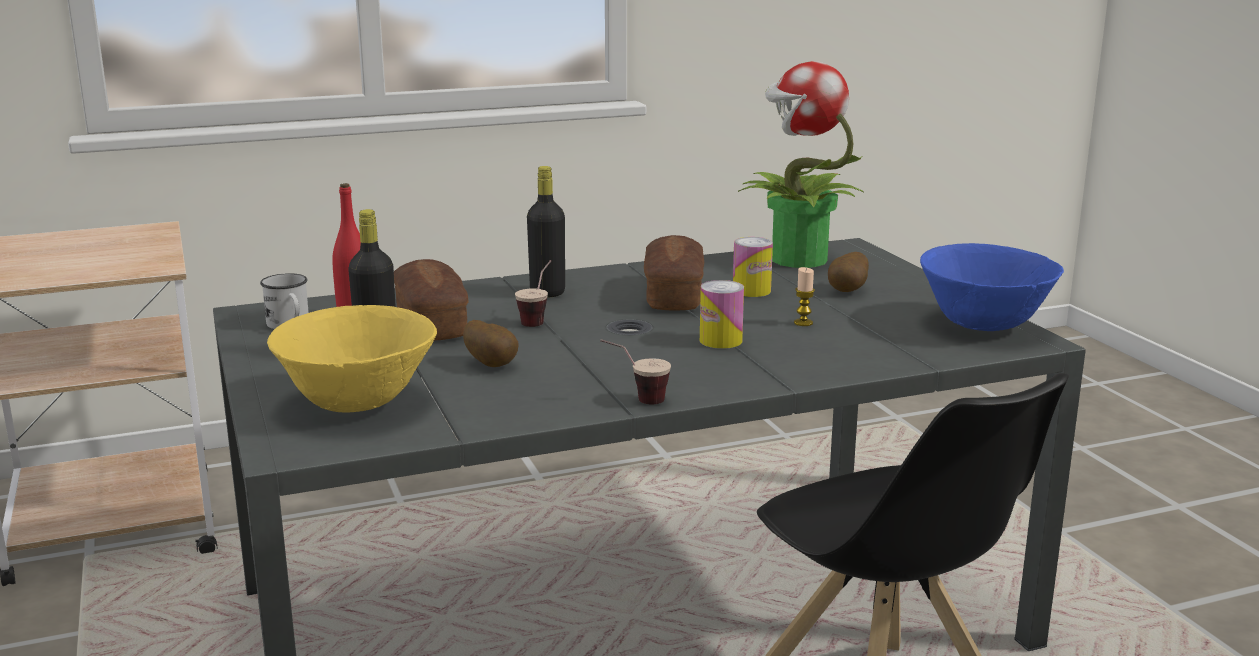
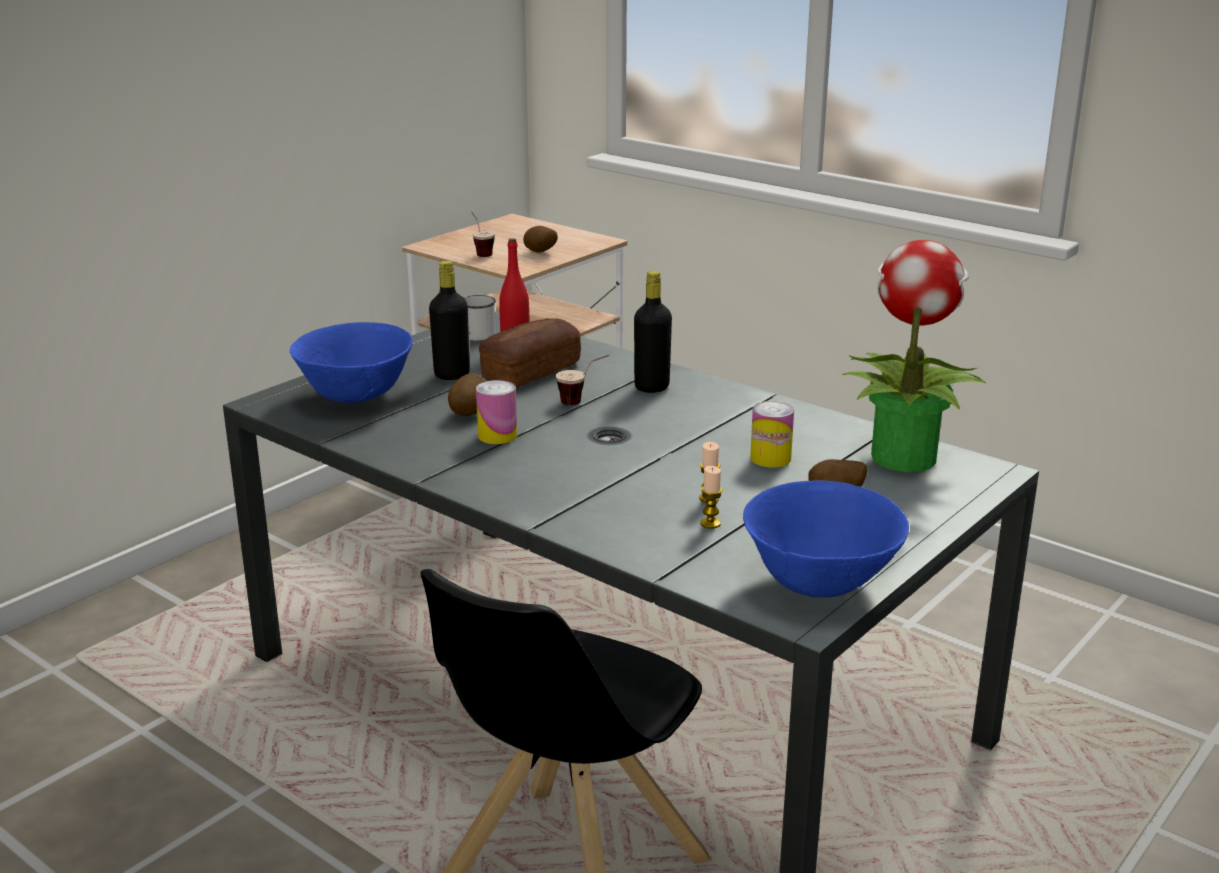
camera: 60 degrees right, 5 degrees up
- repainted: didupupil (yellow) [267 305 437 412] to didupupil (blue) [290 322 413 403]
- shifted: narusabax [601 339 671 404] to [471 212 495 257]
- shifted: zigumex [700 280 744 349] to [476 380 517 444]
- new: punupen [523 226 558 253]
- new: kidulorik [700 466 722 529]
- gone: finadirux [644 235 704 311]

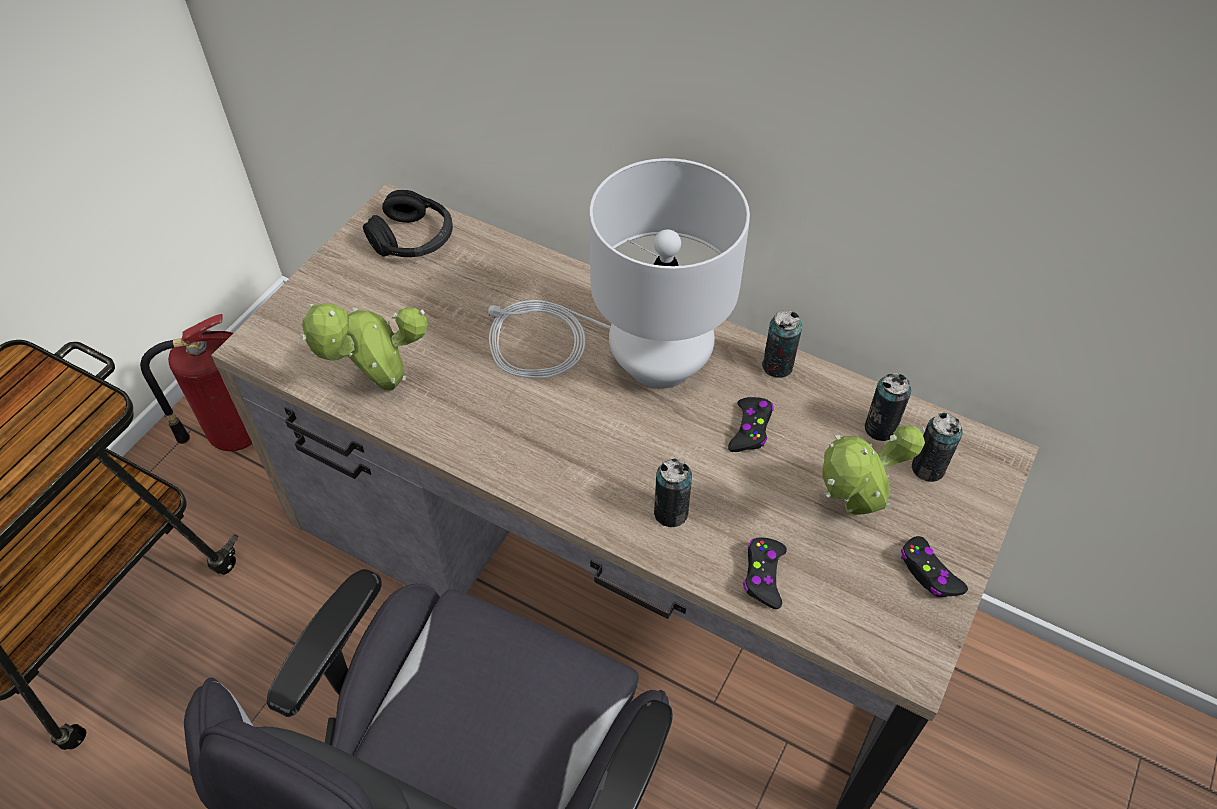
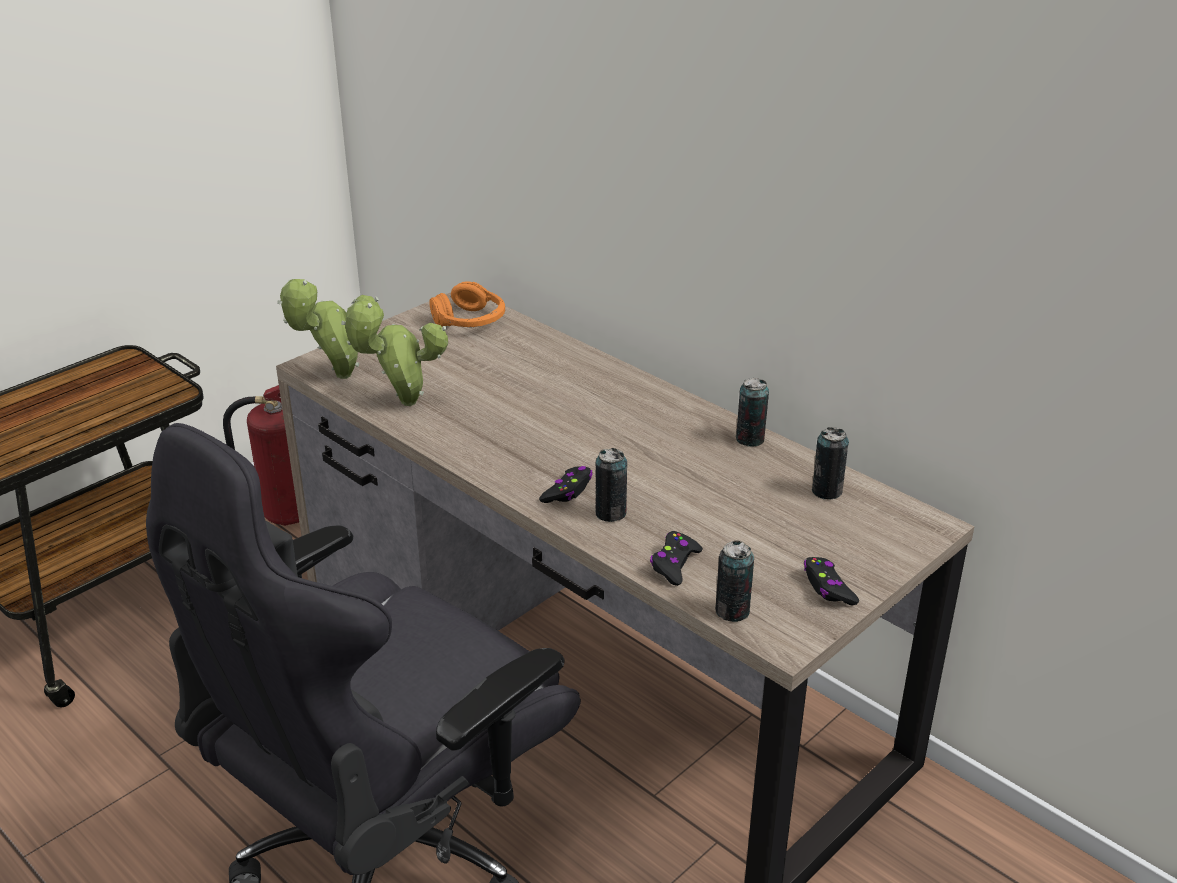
camera: 15 degrees right, 20 degrees down
- shifted: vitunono [822 426 925 515] to [277 279 380 379]
- repainted: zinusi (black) [363 190 453 257] to zinusi (orange) [429 281 505 327]
- shifted: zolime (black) [728 397 774 452] to [539 466 593 503]
- shifted: zigumex [912 413 963 482] to [715 540 754 622]
- gone: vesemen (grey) [488 158 750 389]

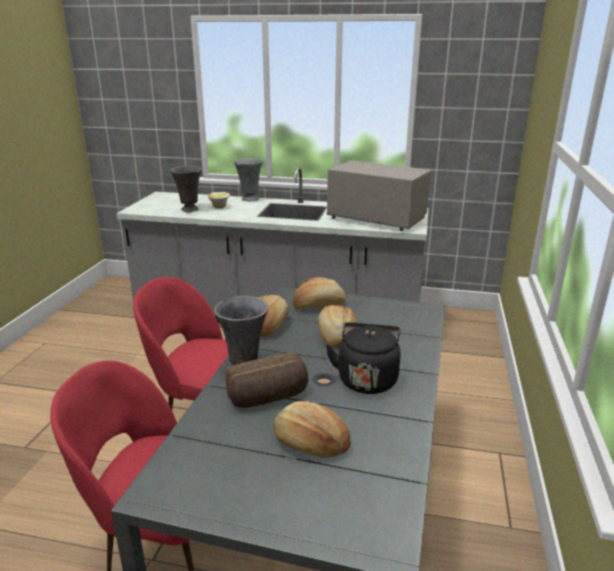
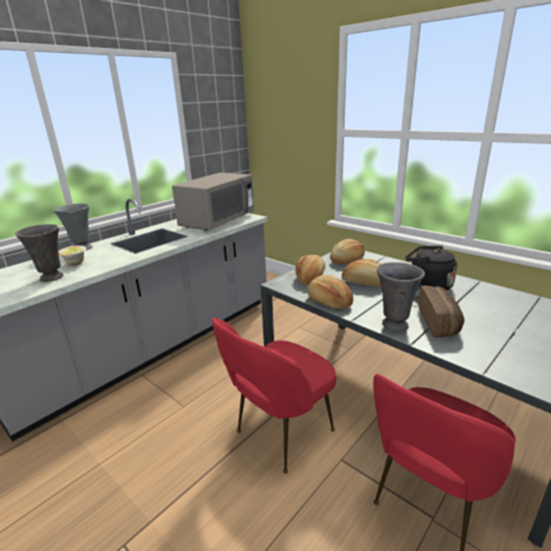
camera: 60 degrees left, 0 degrees up
- rotated: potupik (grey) [326 160 431 231] = [172 172 254 231] 150 degrees clockwise
- shifted: finadirux [273 401 351 458] to [330 239 365 265]

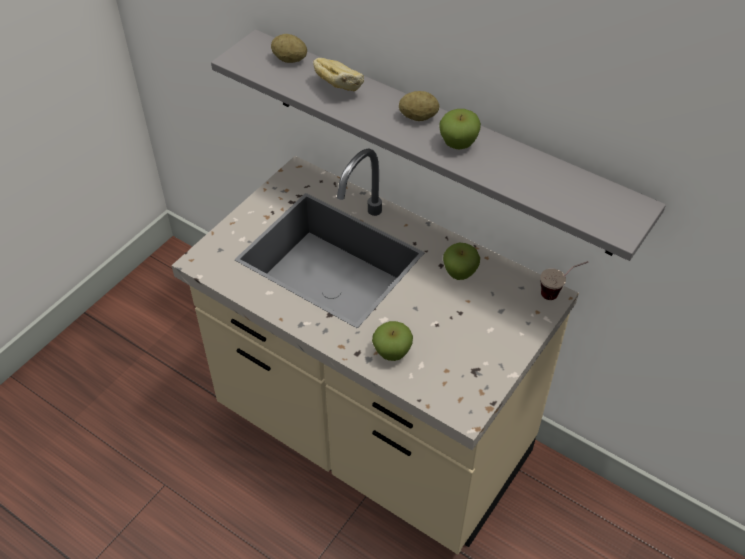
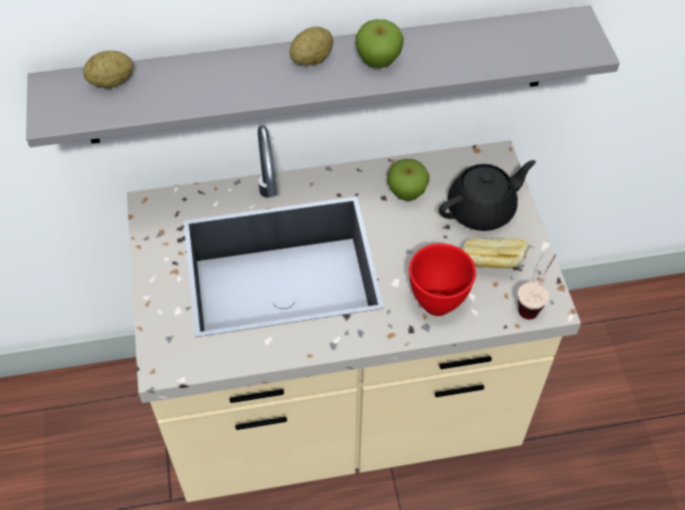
camera: 45 degrees left, 5 degrees up
- swapped: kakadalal [372 321 413 361] to didupupil (red) [409 243 476 316]
- new: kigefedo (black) [439 160 536 231]
- shifted: finadirux [313 58 364 92] to [462 238 529 269]
- shifted: narusabax [540 261 588 300] to [518 255 556 320]

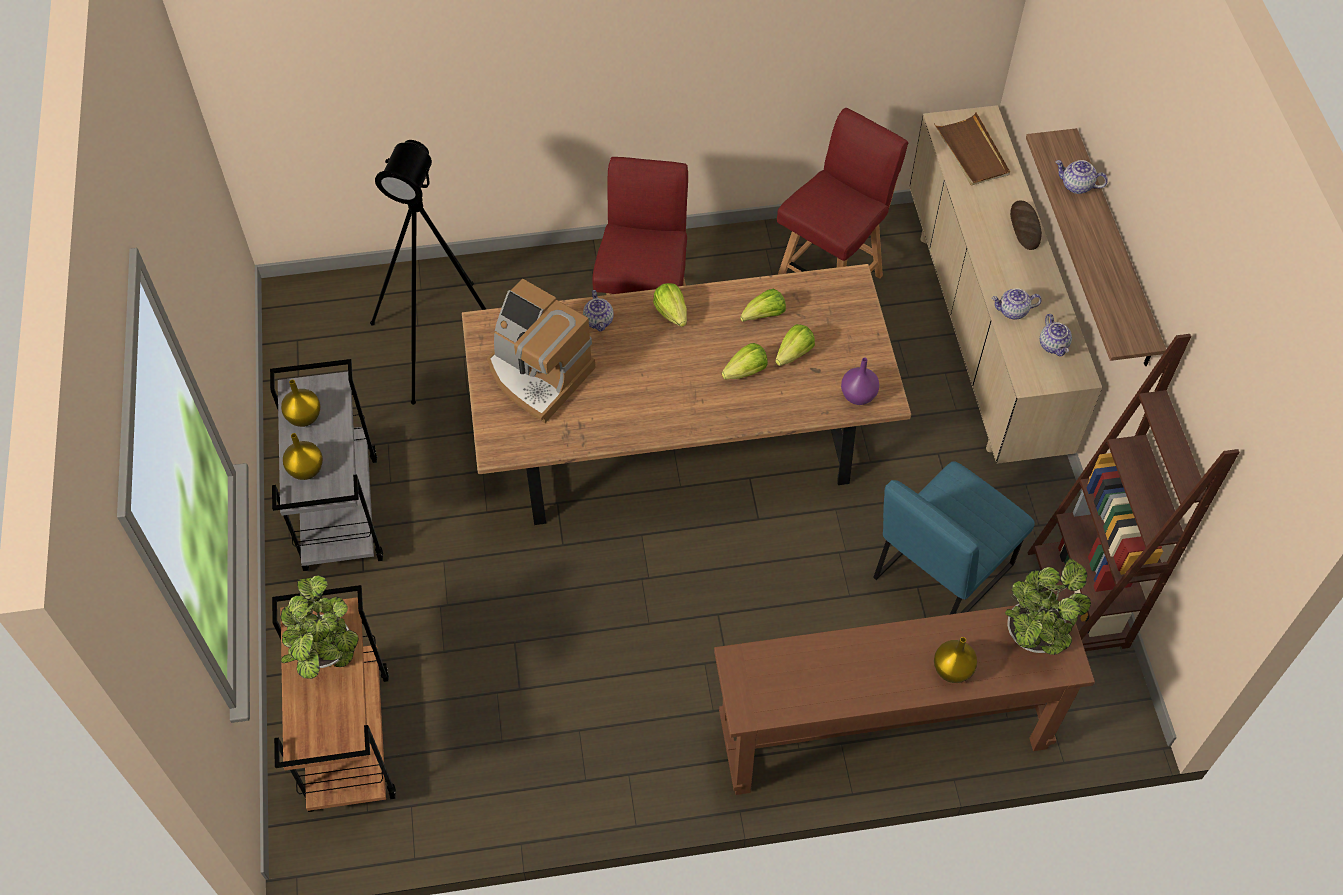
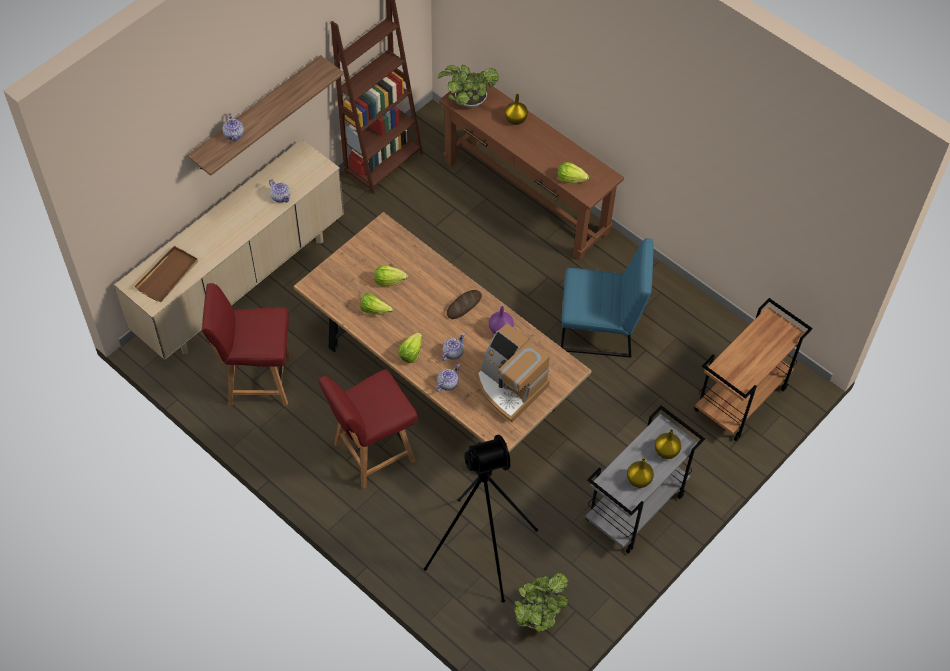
camera: 130 degrees left, 0 degrees up
- shifted: kigefedo [1040 314 1072 357] to [442 333 465 361]
- shifted: finadirux [1010 200 1042 250] to [447 290 482 319]
- rotated: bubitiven [487 279 595 423] = [476 323 550 422] 135 degrees clockwise
- shifted: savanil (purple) [841 358 879 405] to [489 306 514 335]
- shifted: vitunono [281 575 359 679] to [514 572 568 632]
- shifted: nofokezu [722 343 768 379] to [557 162 589 183]
- shifted: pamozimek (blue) [873 461 1035 614] to [561 238 653 358]

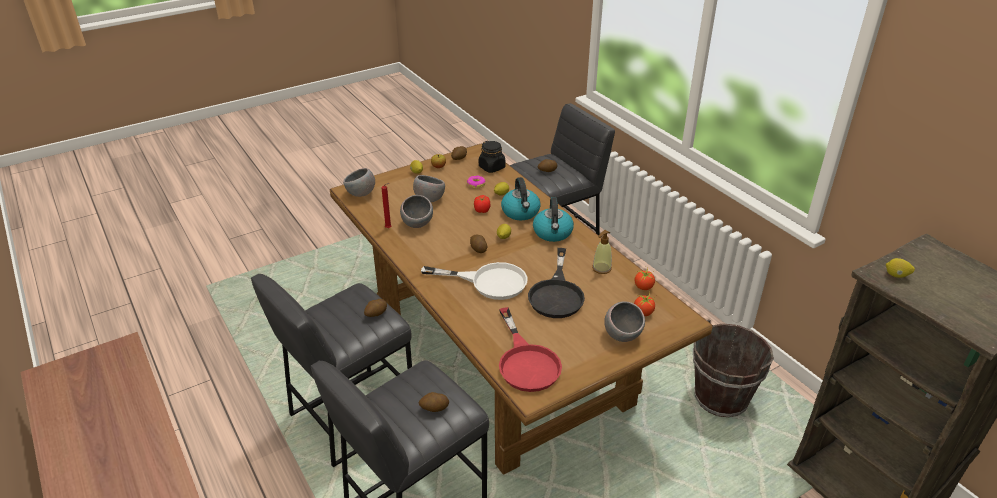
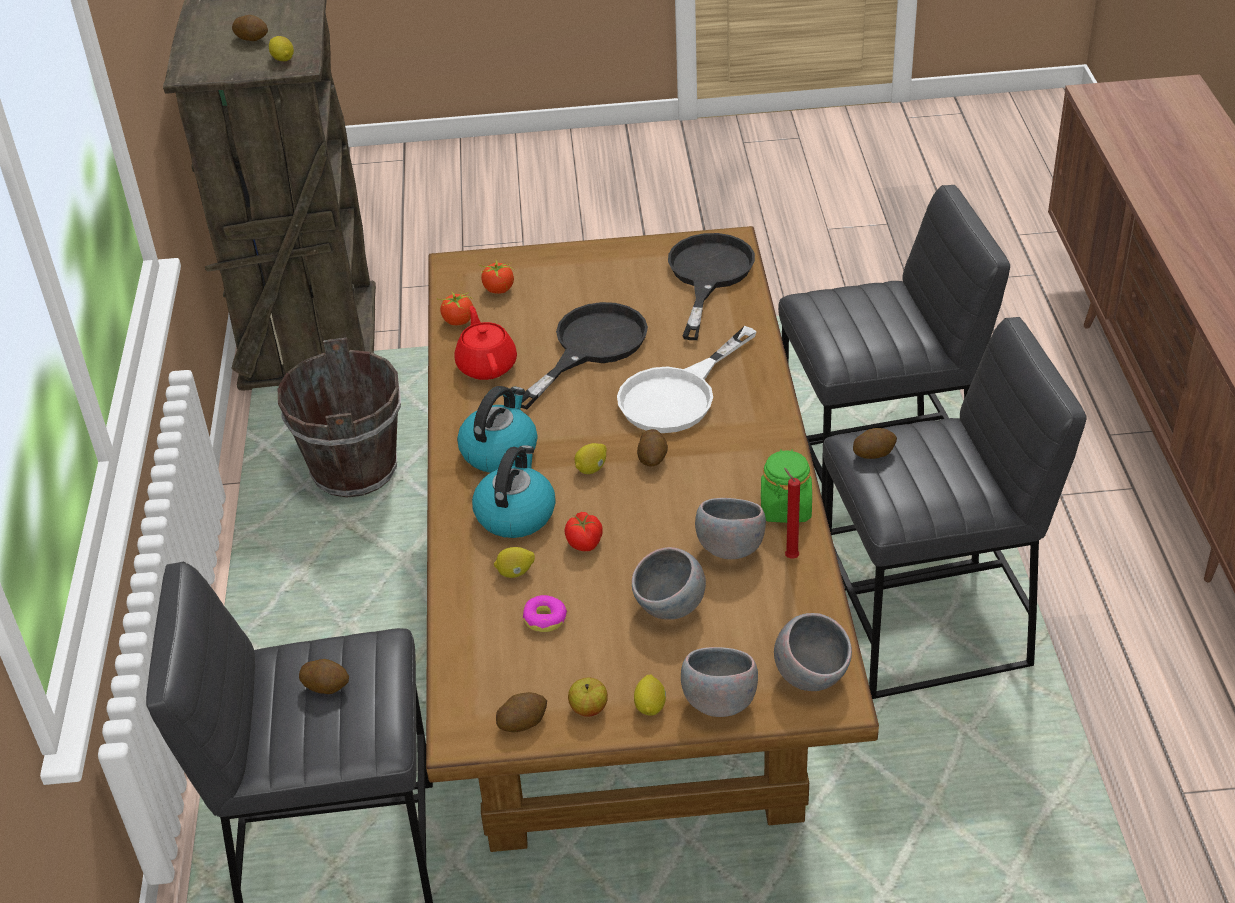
camera: 150 degrees left, 5 degrees up
- shifted: punupen [419 392 449 412] to [232 15 268 41]
- swapped: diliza [592 230 612 274] to kigefedo (red) [454 306 517 380]
- rotated: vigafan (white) [421 262 528 300] = [617 326 757 433] 90 degrees counterclockwise
- repainted: vigafan (red) [499 307 562 392] to vigafan (black) [668 233 755 340]
- shifted: didupupil (grey) [604 301 645 342] to [681 647 758 717]
- new: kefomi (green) [761 449 812 523]
- gone: kefomi (black) [479 141 505 173]

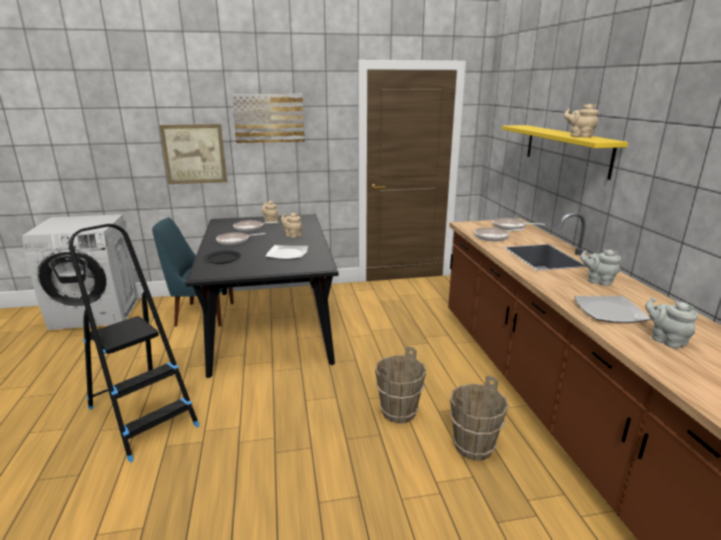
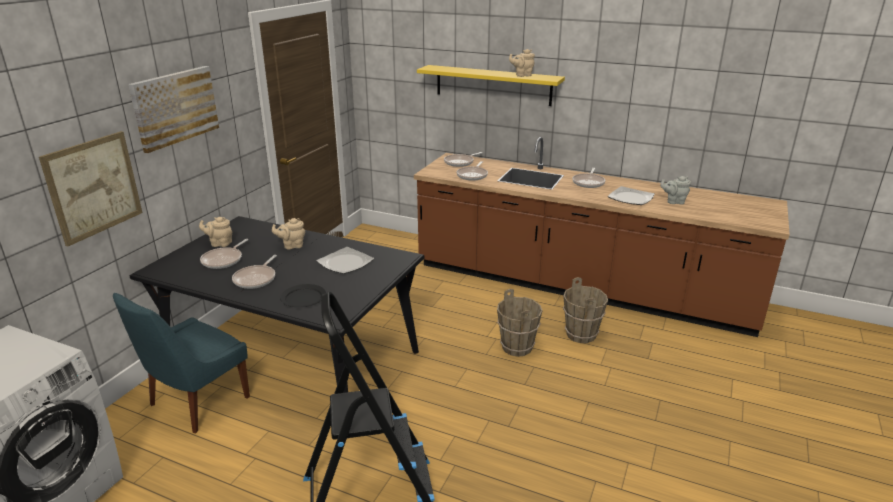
camera: 55 degrees left, 5 degrees up
- swapped: kigefedo (grey) [580 249 621 286] to vigafan [572 168 605 188]

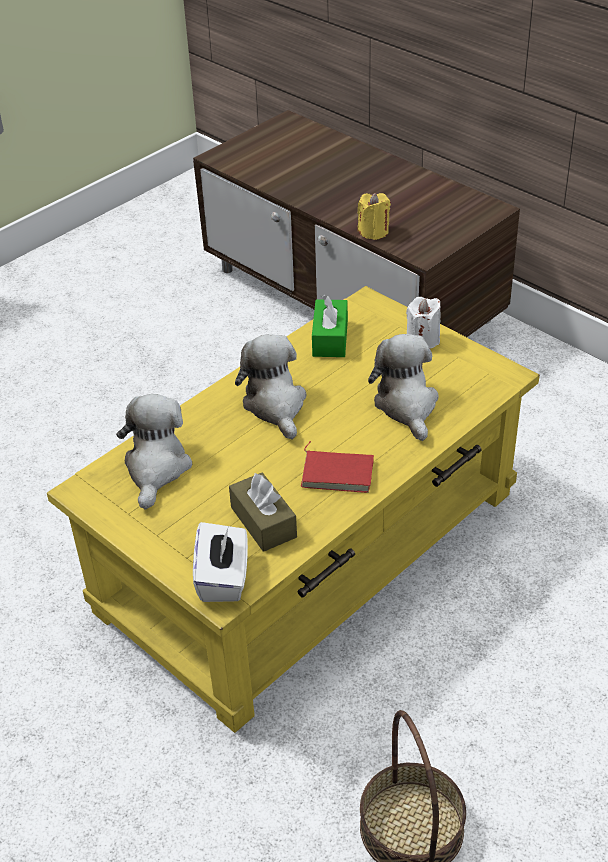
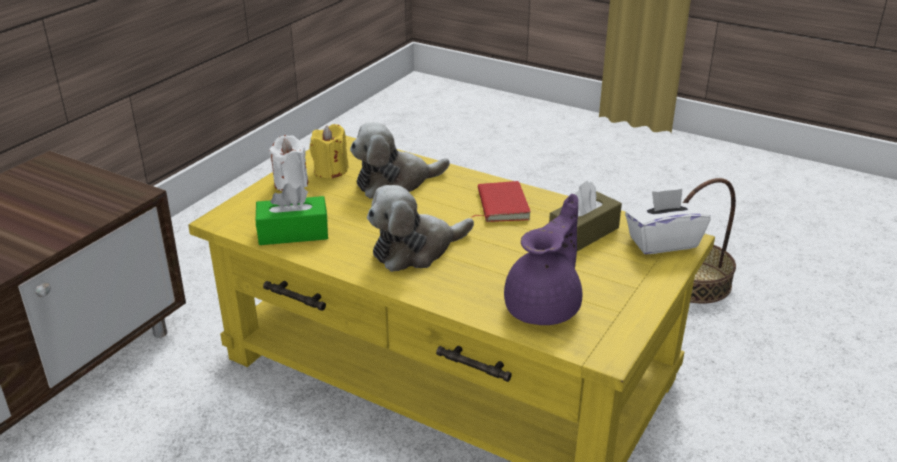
camera: 105 degrees left, 10 degrees down
- shifted: kidulorik (yellow) [358 193 391 240] to [310 124 349 179]
- swapped: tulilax [116 394 192 509] to kigefedo (purple) [504 194 583 325]

